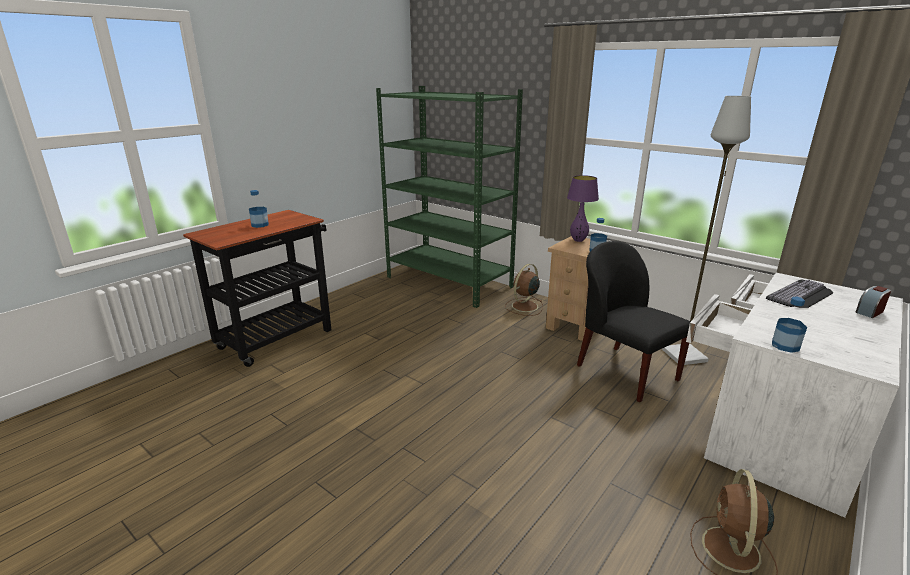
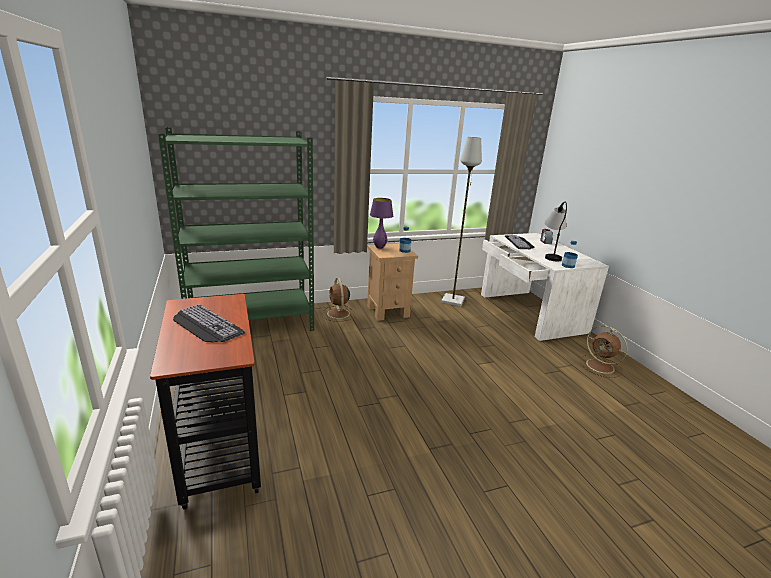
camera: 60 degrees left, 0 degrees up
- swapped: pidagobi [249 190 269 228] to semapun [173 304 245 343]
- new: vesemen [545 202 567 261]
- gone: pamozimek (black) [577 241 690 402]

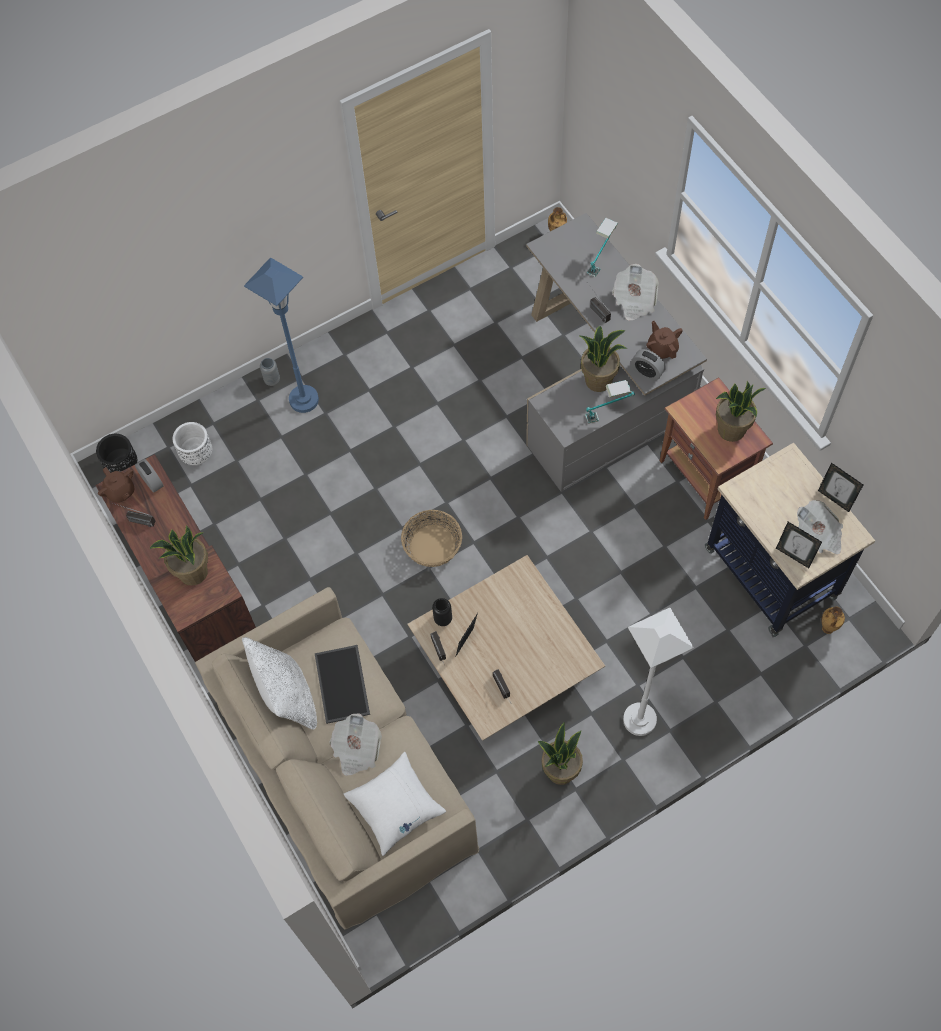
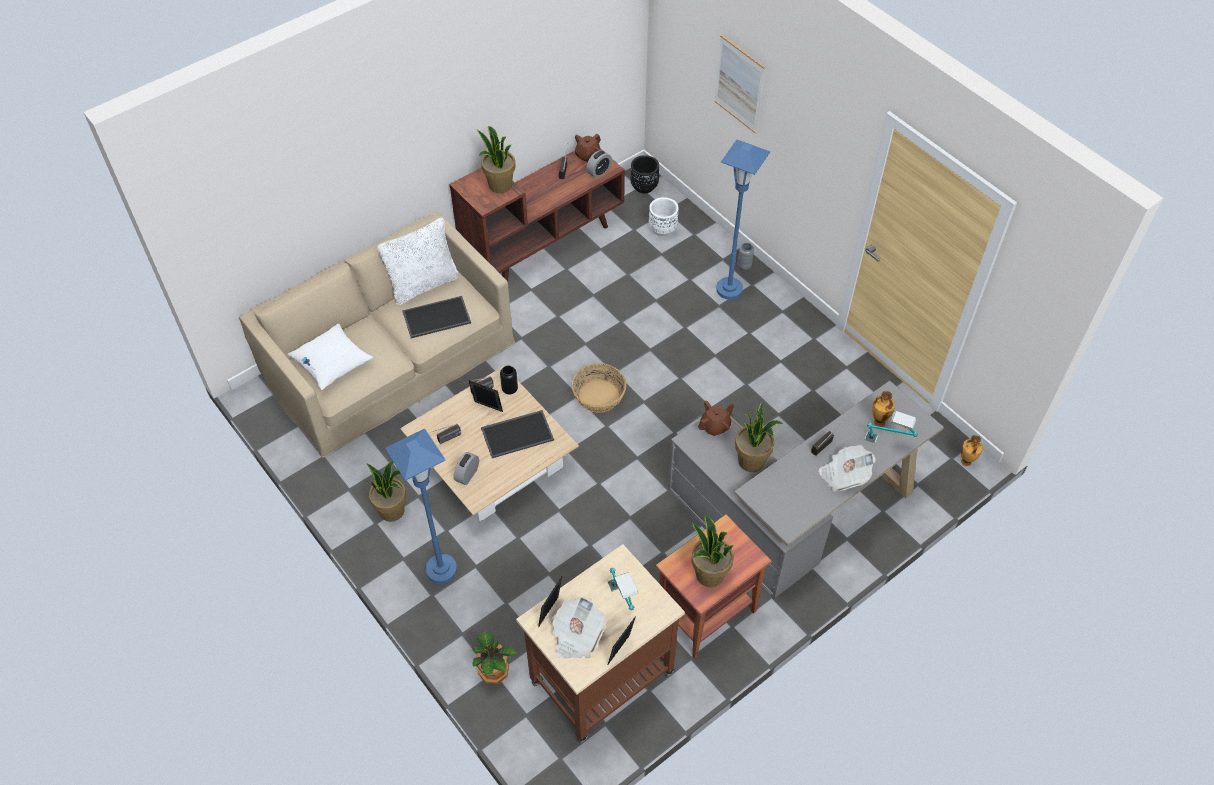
camera: 80 degrees right, 10 degrees down
- repainted: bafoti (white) [623 608 694 736] to bafoti (blue) [385 428 457 584]
- shifted: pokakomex [631 349 666 381] to [454 452 479 485]
- new: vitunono [472 632 517 684]
- new: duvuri [481 410 554 458]
- repainted: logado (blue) [705 443 875 637] to logado (brown) [516 544 685 743]
- shifted: vesemen [585 380 635 423] to [608 568 638 610]
- shifted: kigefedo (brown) [646 321 683 359] to [698 401 734 436]
- new: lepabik [714 34 765 134]
- shifted: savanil [821 606 845 634] to [872 391 895 427]
- gone: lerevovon [329 713 382 776]

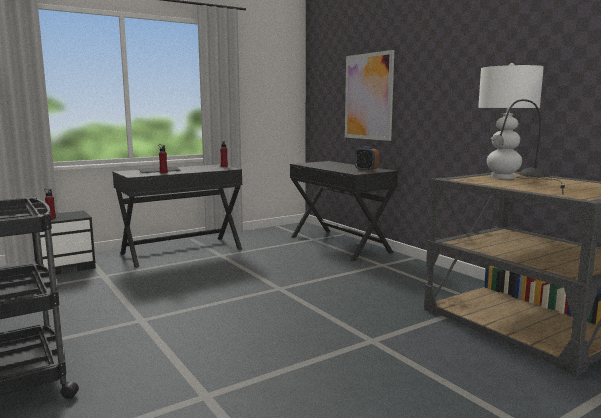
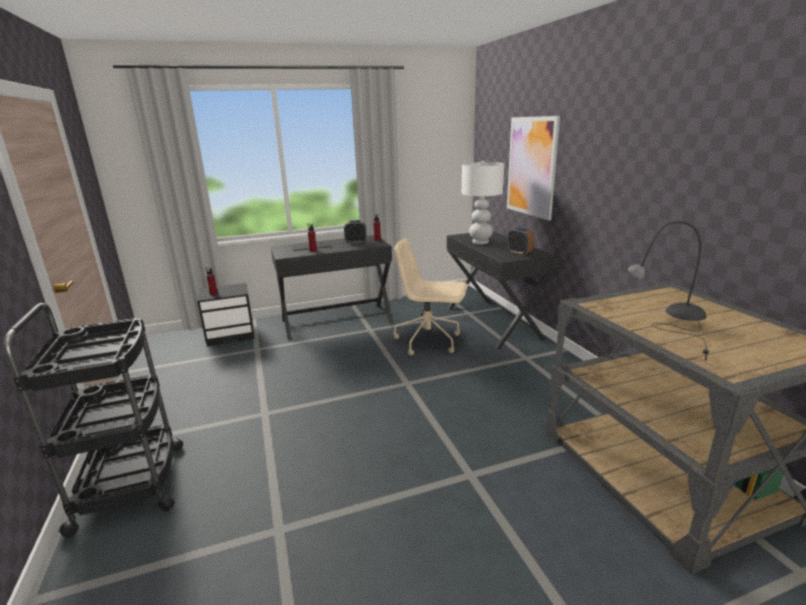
camera: 15 degrees right, 10 degrees up
- new: pokakomex [344 220 366 244]
- new: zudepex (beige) [394 238 468 355]
- shifted: vesemen (white) [478 63 544 179] to [462 161 504 244]

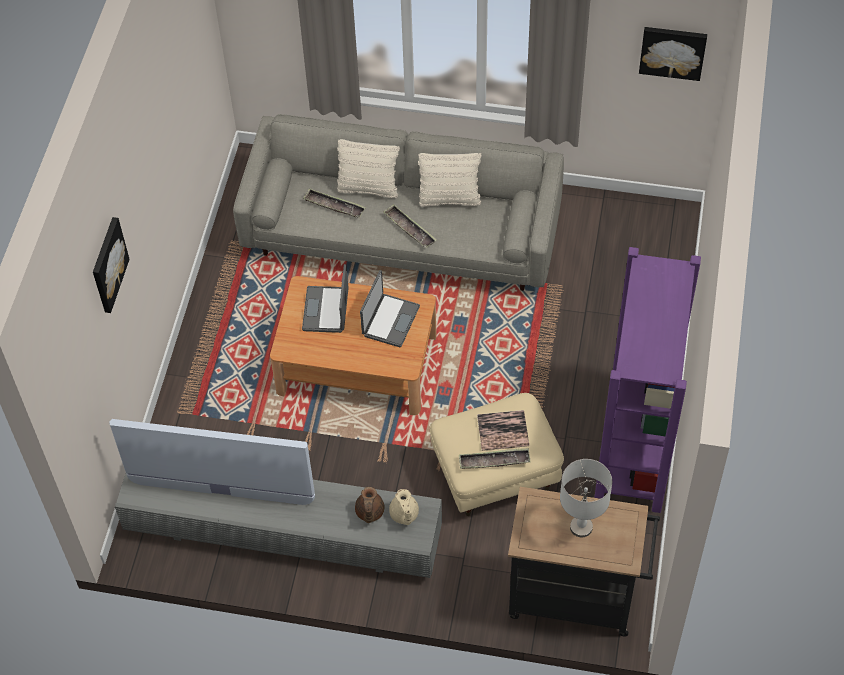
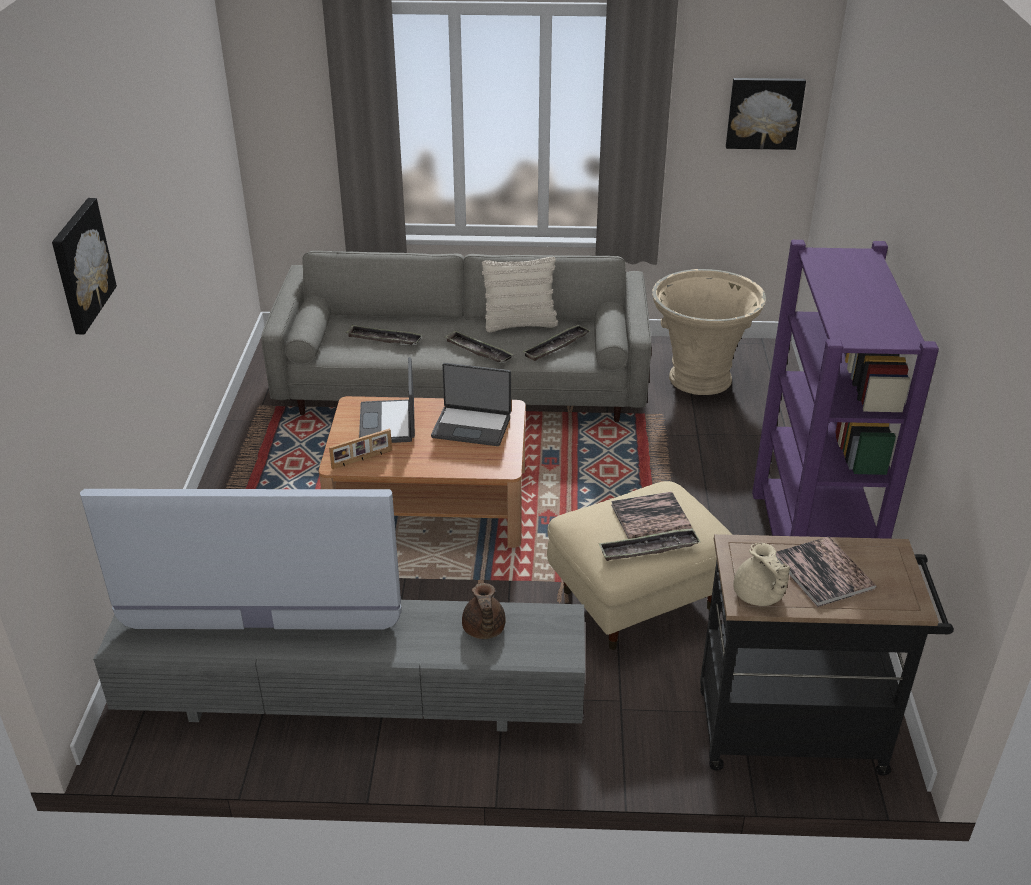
camera: 10 degrees left, 20 degrees down
- new: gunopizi [329 429 392 469]
- rotated: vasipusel [360 270 420 347] = [431 363 511 446] 90 degrees clockwise
- new: duvuri [523 324 590 361]
- new: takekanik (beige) [652 269 766 395]
- shifted: kigefedo (beige) [389 489 419 525] to [733 543 790 606]
- swapped: vesemen (grey) [560 459 612 537] to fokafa [776 537 877 607]
- gone: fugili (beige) [337 139 400 198]

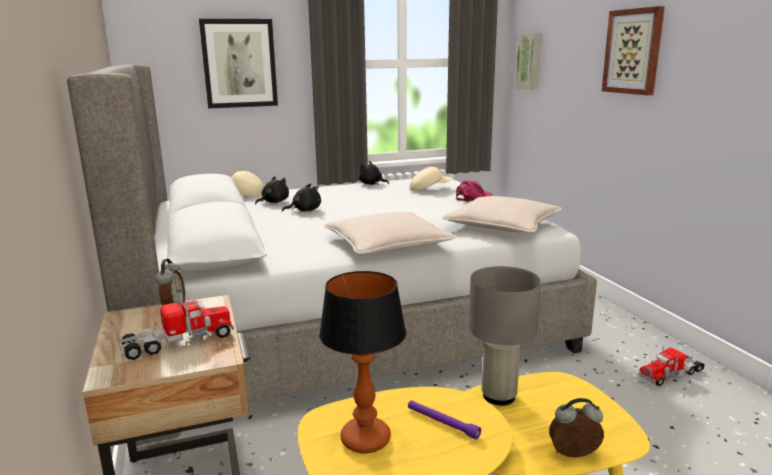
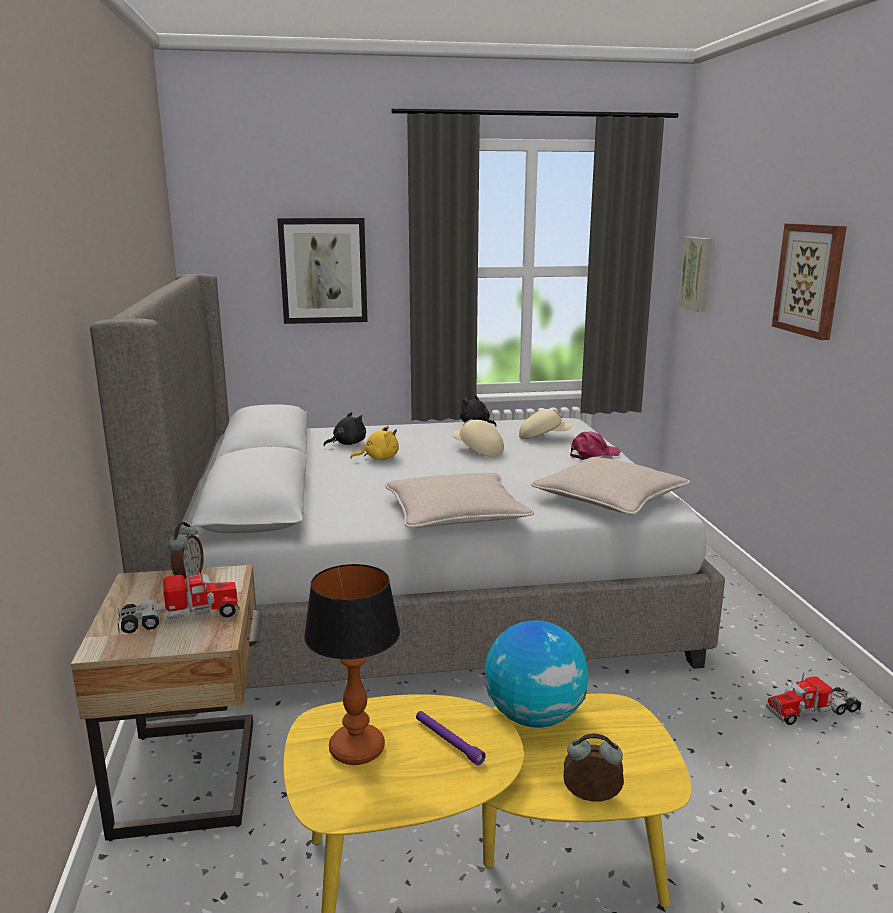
camera: 10 degrees right, 0 degrees up
- repainted: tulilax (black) [282 183 321 212] to tulilax (yellow) [350 426 399 460]
- shifted: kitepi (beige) [231 171 264 197] to [452 419 504 457]
- swapped: vesemen (grey) [469 266 541 406] to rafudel [485 620 588 728]

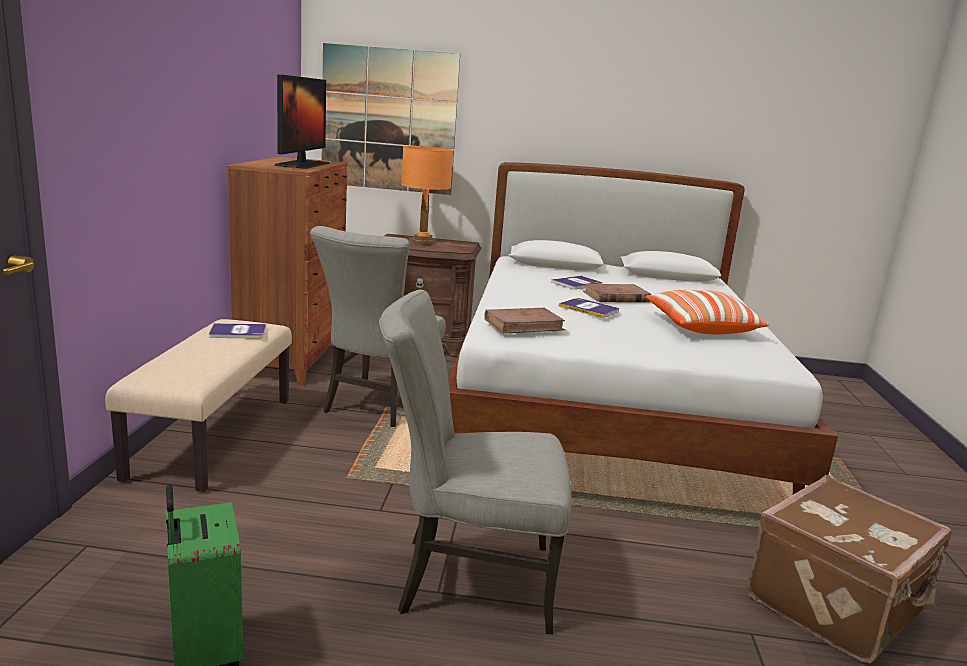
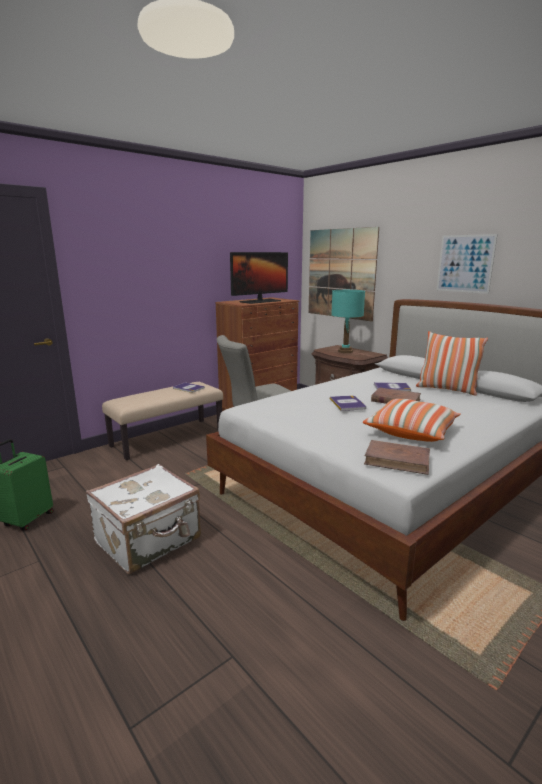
camera: 45 degrees right, 0 degrees up
- swapped: pamozimek (grey) [379 290 572 634] to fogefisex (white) [86 464 201 574]
- repainted: vesemen (orange) [401 146 453 245] to vesemen (turquoise) [331 290 365 353]
- shifted: fokafa (brown) [484 308 565 334] to [364 440 430 475]
- new: fugili [416 331 488 395]
- new: lepabik [437 234 498 294]
- gone: fogefisex (brown) [747 475 952 663]

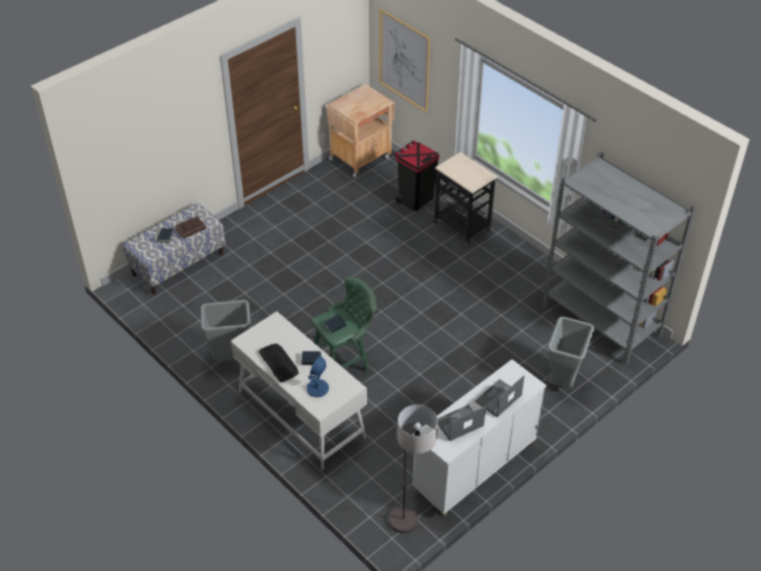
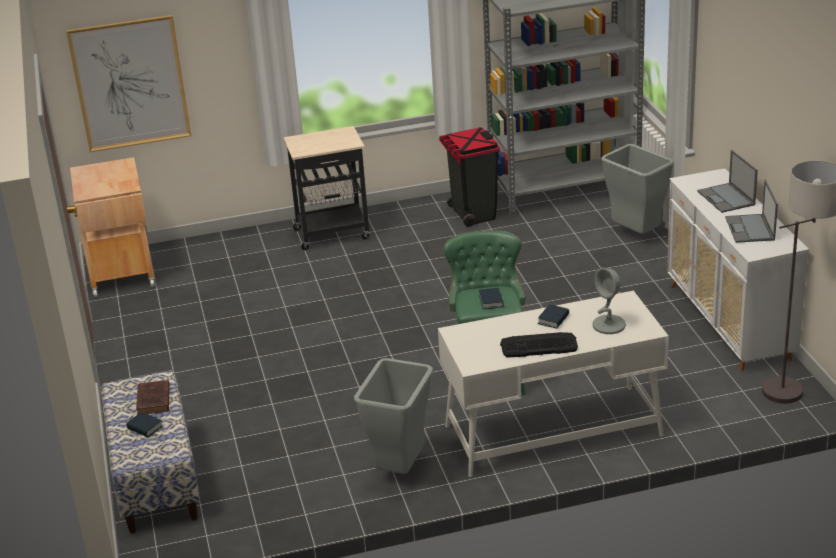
camera: 60 degrees left, 15 degrees down
- shifted: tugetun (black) [394 140 440 211] to [439 127 500 227]
- repainted: vesemen (blue) [307 355 329 397] to vesemen (grey) [592 268 626 334]

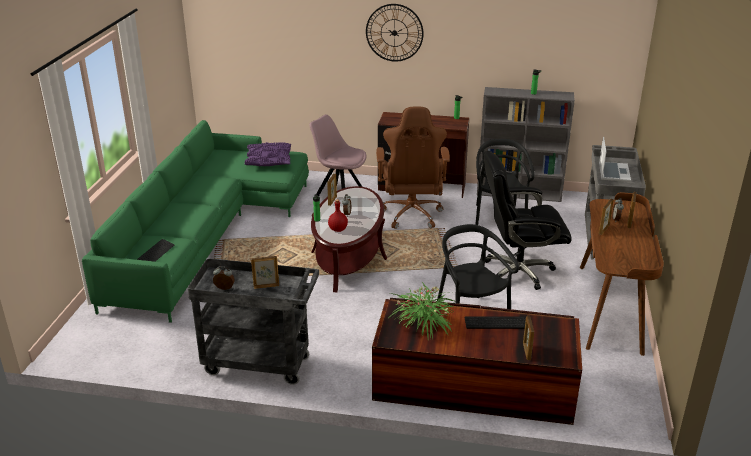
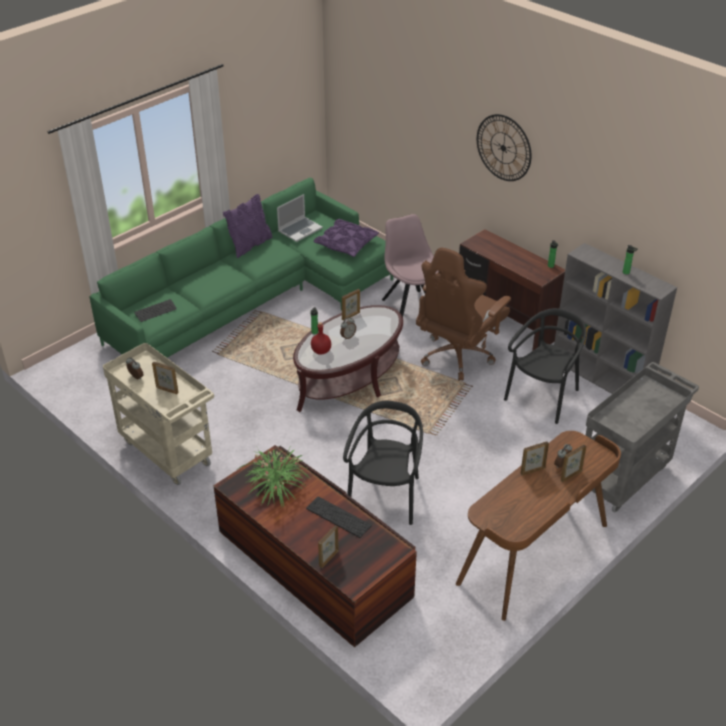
camera: 35 degrees right, 10 degrees up
- repainted: logado (black) [188 259 319 385] to logado (beige) [103 343 214 485]
- new: fugili (purple) [223 194 273 258]
- shifted: vasipusel [599 137 631 182] to [277 194 323 242]
- gone: zudepex (black) [483 151 572 290]

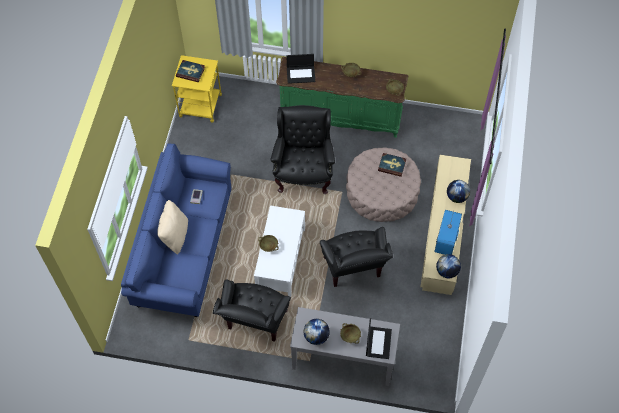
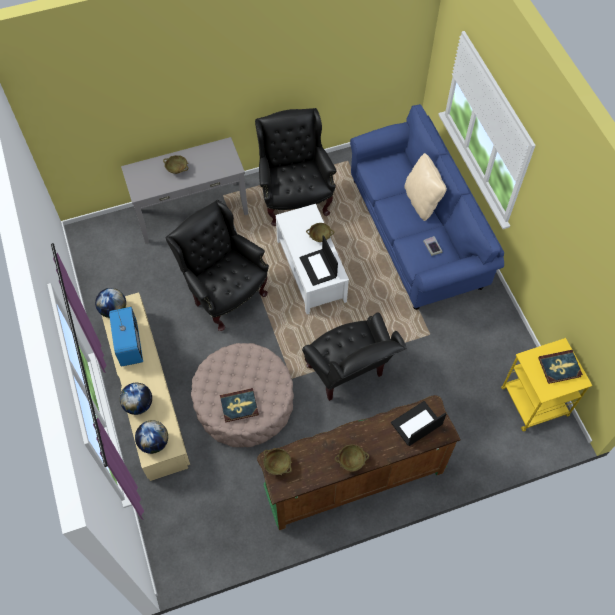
camera: 150 degrees right, 0 degrees up
- shifted: rafudel [304 319 330 345] to [135 420 168 454]
- shifted: vasipusel [366 318 392 359] to [300 235 338 286]

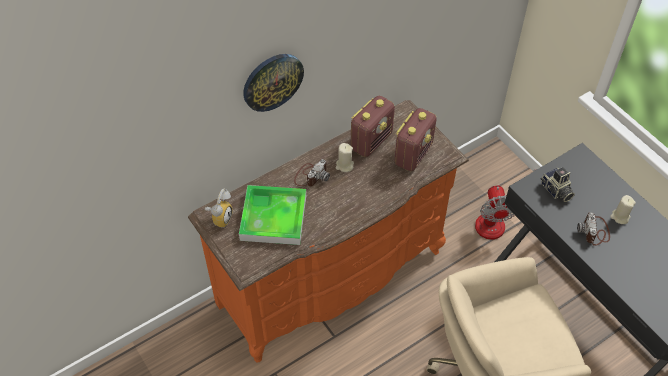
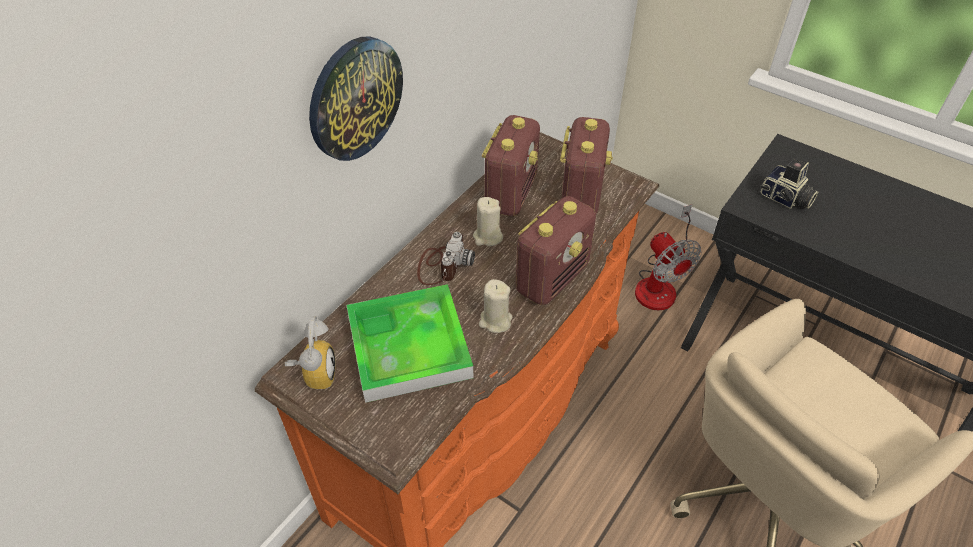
camera: 20 degrees left, 5 degrees down
- shifted: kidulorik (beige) [610 195 636 224] to [479 279 512 333]
- new: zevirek [516 196 596 305]
- gone: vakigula [577 212 610 246]

